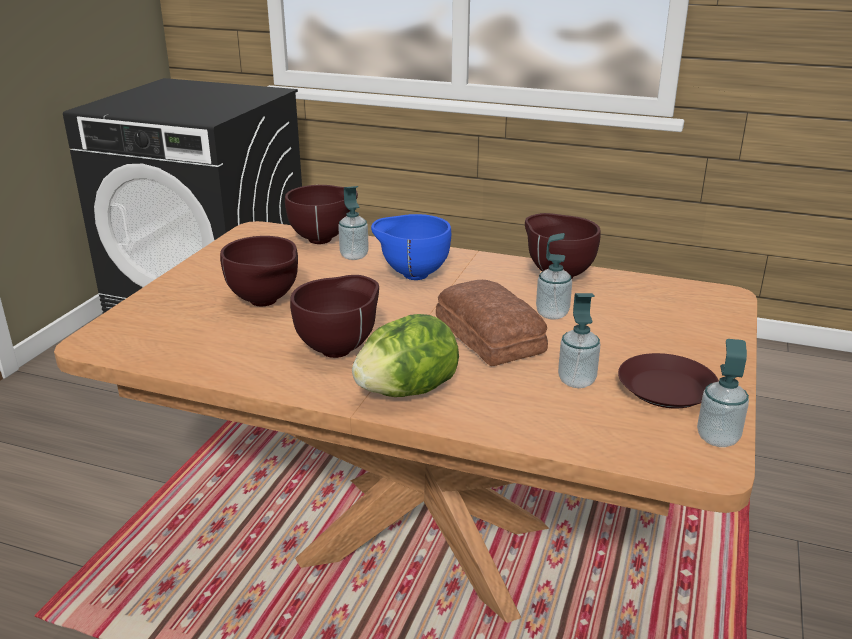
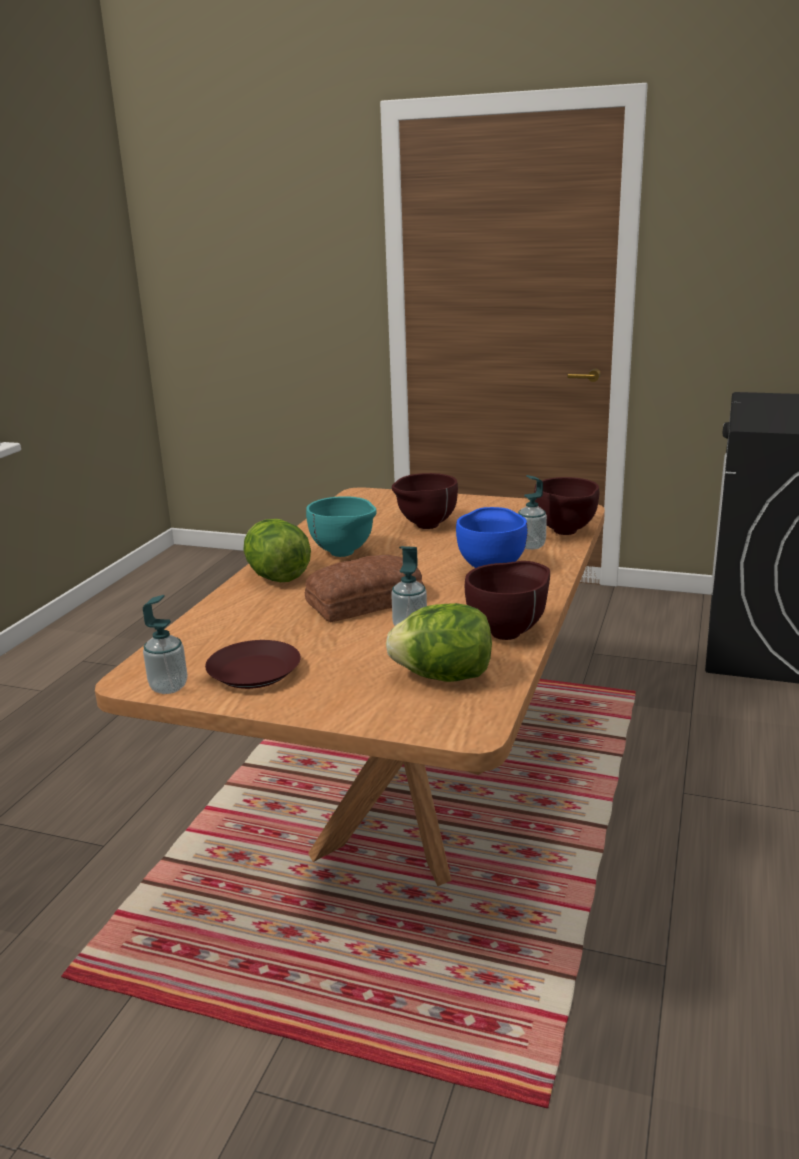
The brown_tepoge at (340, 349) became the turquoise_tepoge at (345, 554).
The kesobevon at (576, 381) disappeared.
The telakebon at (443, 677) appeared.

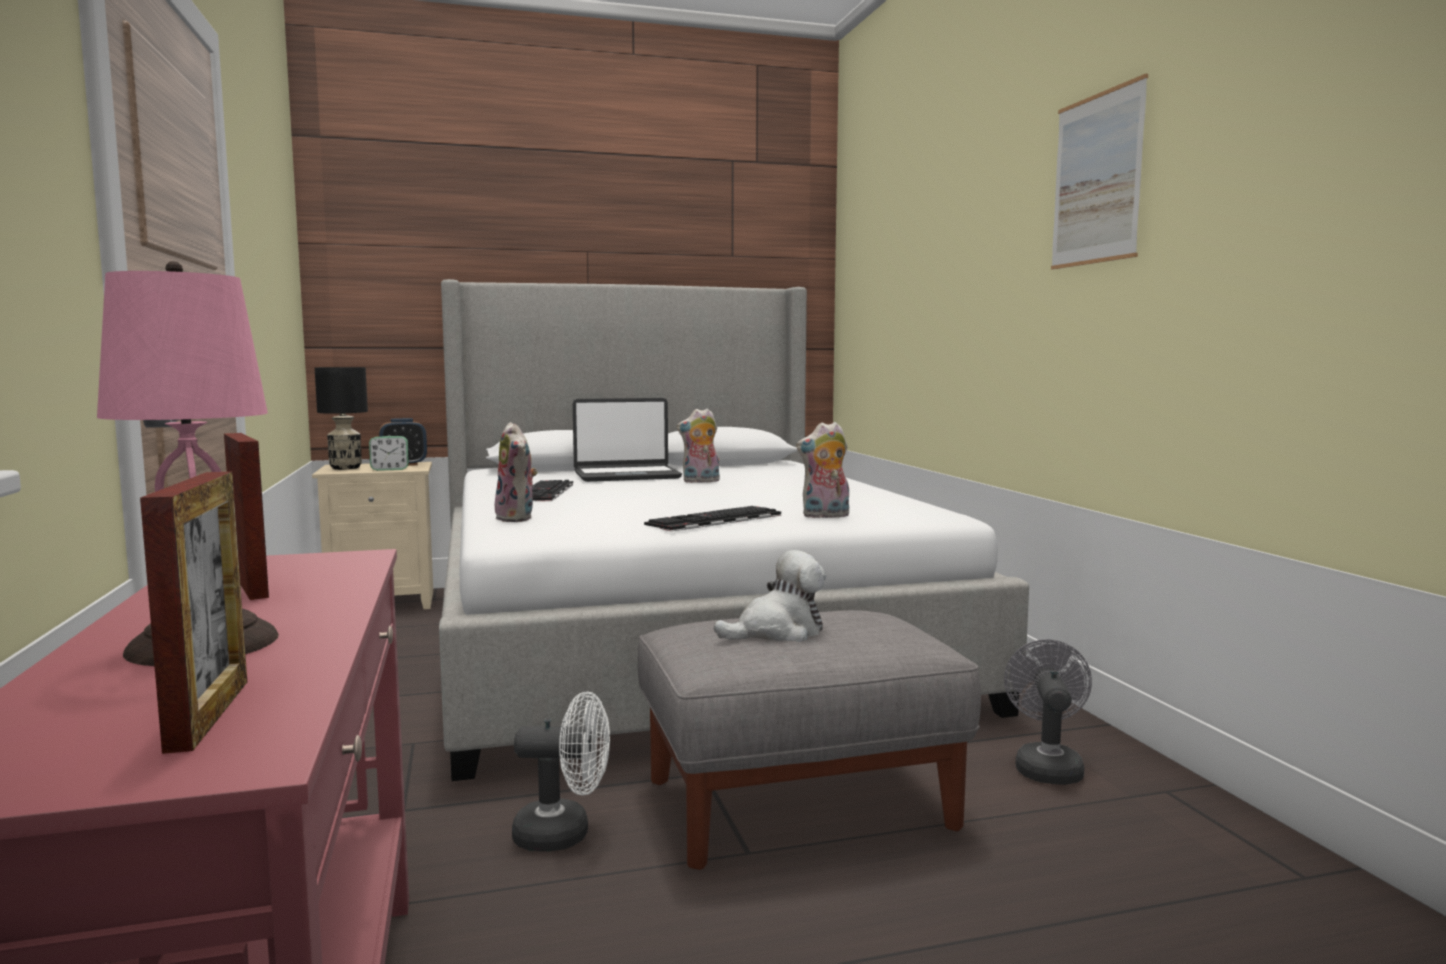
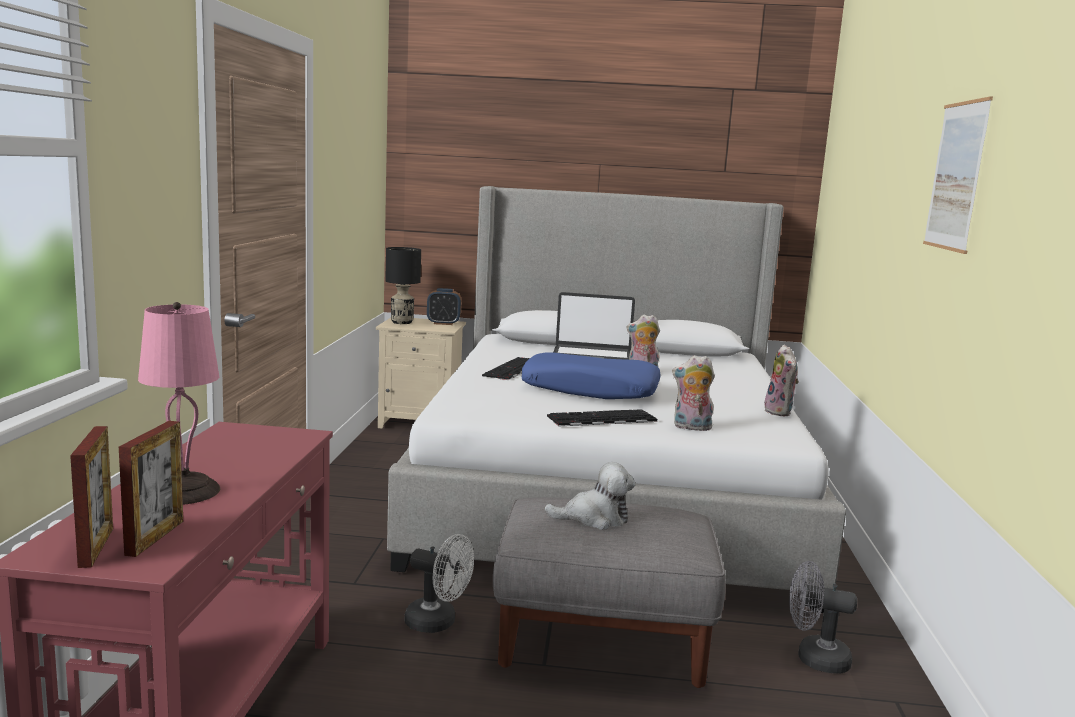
The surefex moved from (518, 518) to (780, 412).
The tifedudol moved from (250, 586) to (96, 547).
The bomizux at (390, 469) disappeared.
The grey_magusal at (1046, 766) turned 105 degrees counterclockwise.
The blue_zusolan at (590, 390) appeared.

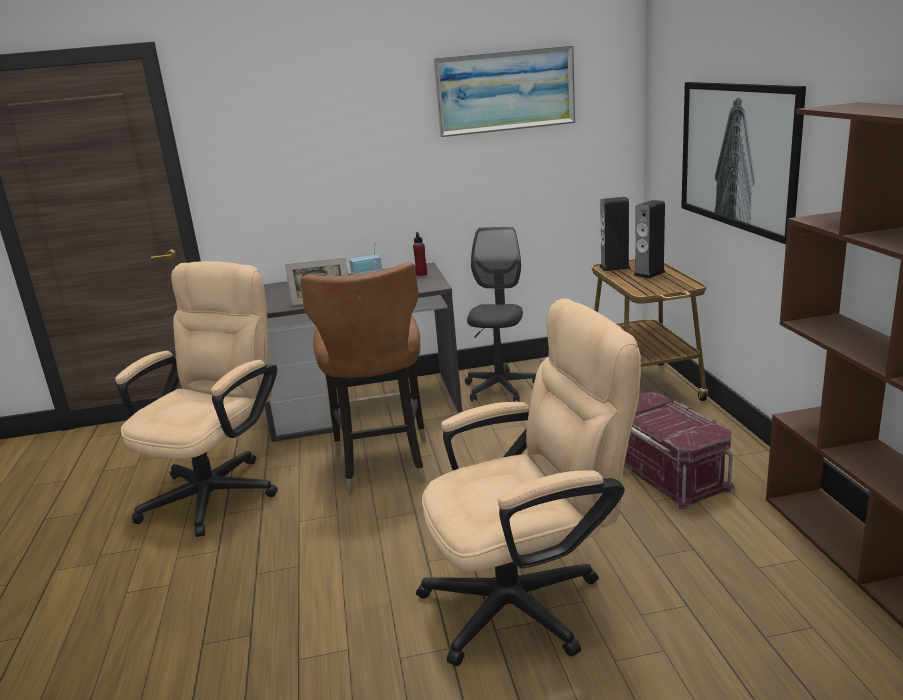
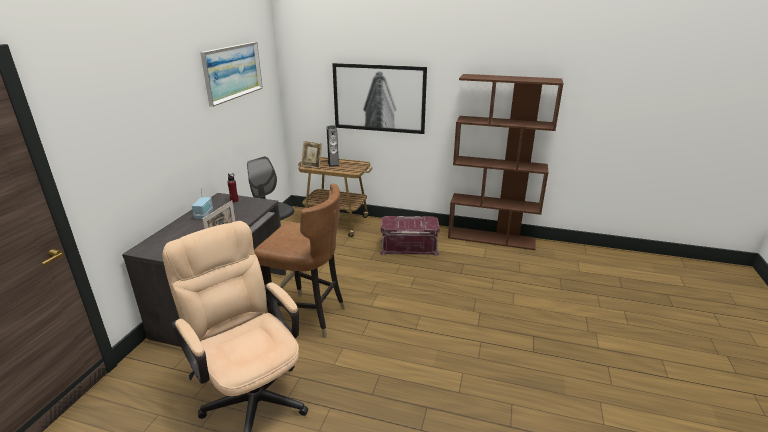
The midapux at (614, 267) was replaced by the tifedudol at (312, 165).
The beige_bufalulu at (528, 600) disappeared.

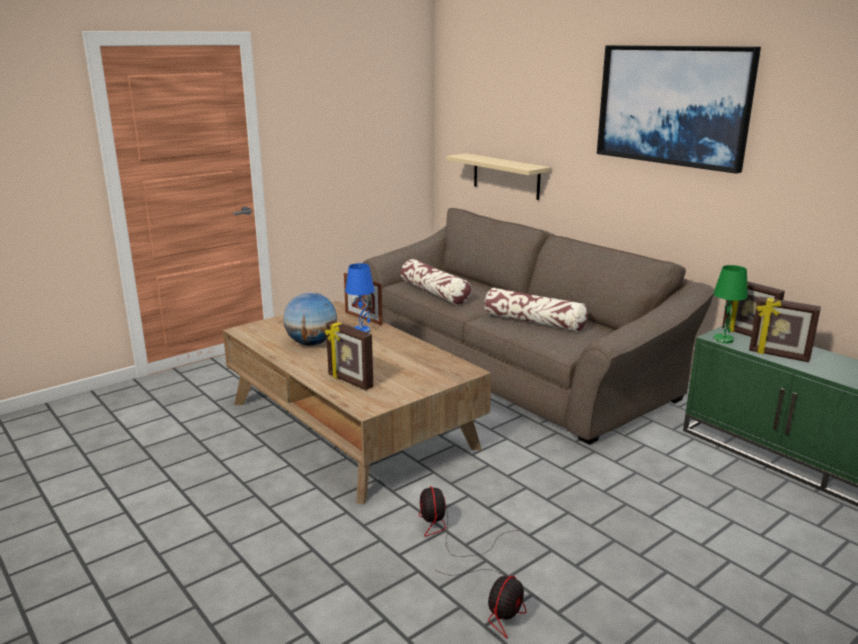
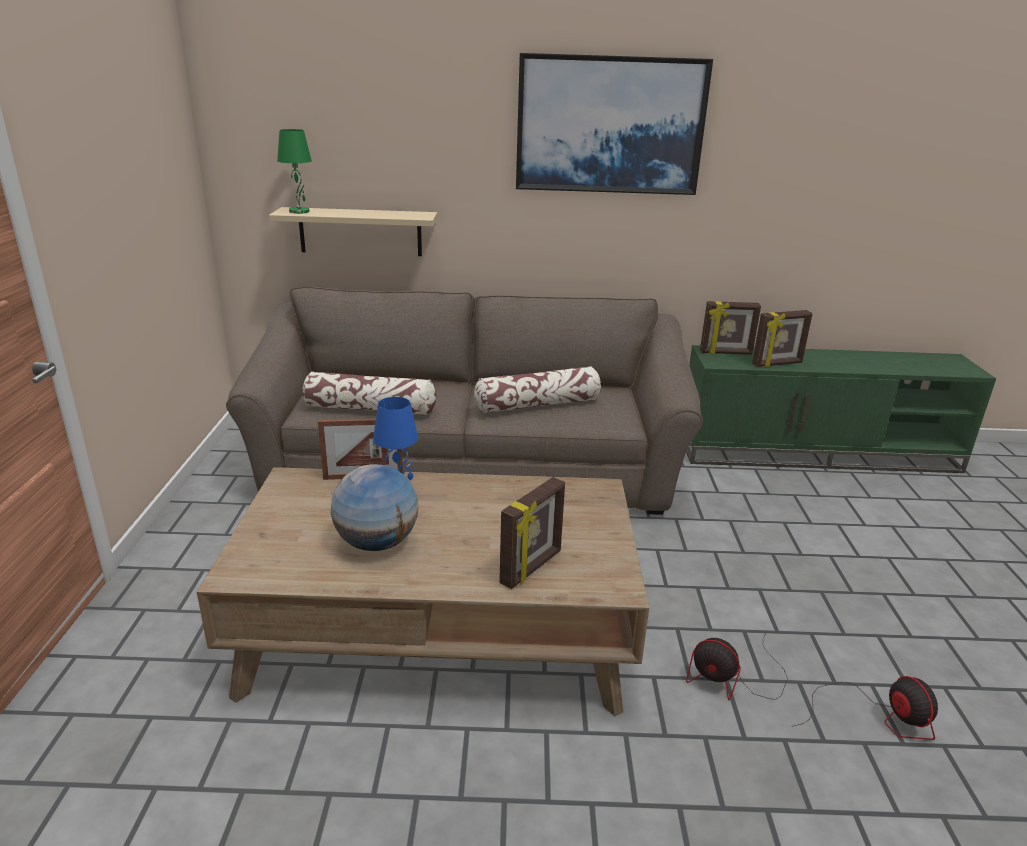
The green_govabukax moved from (724, 340) to (300, 211).
The tifedudol at (349, 381) turned 45 degrees counterclockwise.

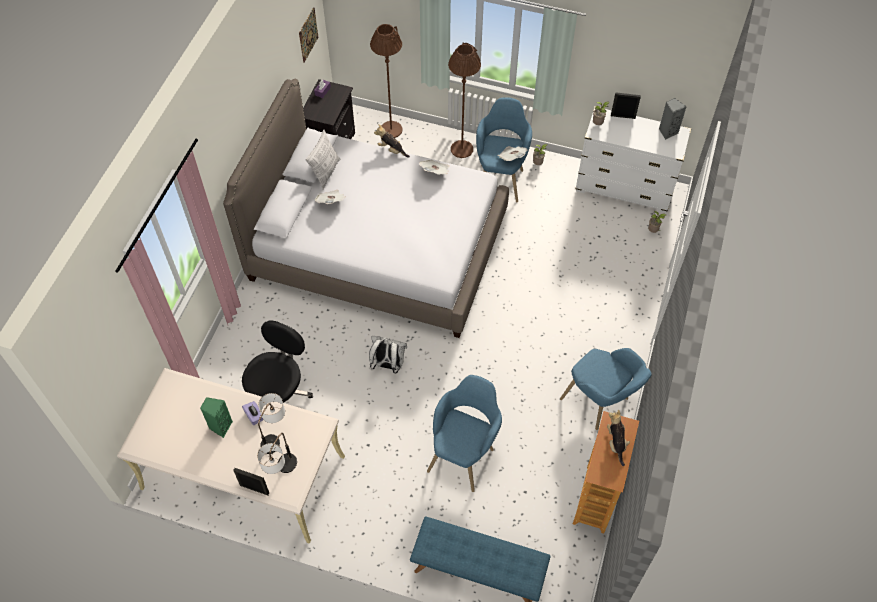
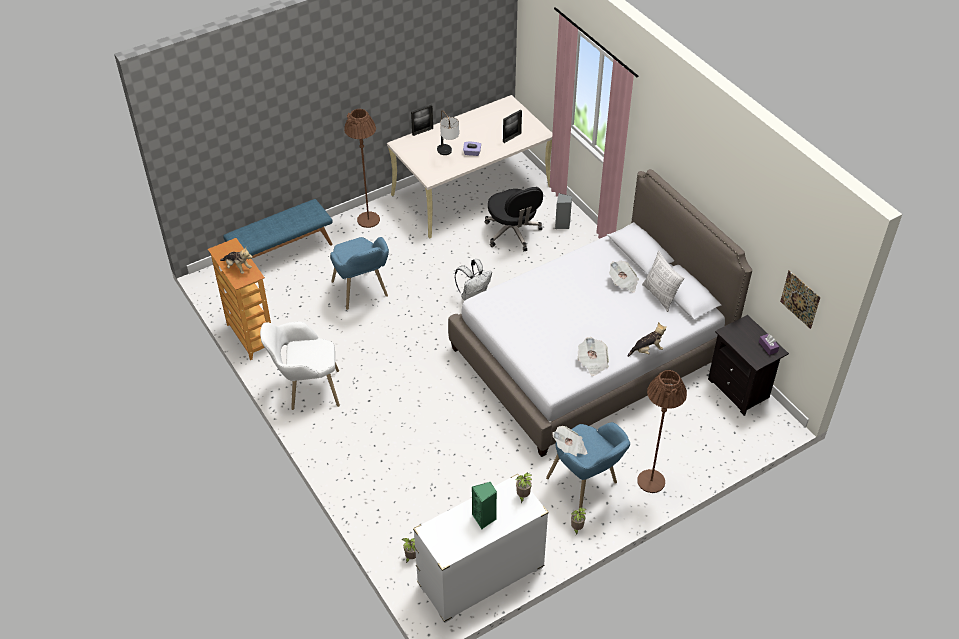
The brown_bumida moved from (391, 130) to (368, 220).
The tifedudol moved from (623, 116) to (512, 137).
The grey_midapux moved from (667, 132) to (562, 225).
The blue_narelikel at (600, 404) became the white_narelikel at (306, 390).
The green_midapux moved from (220, 426) to (484, 518).
The govabukax at (282, 472) disappeared.

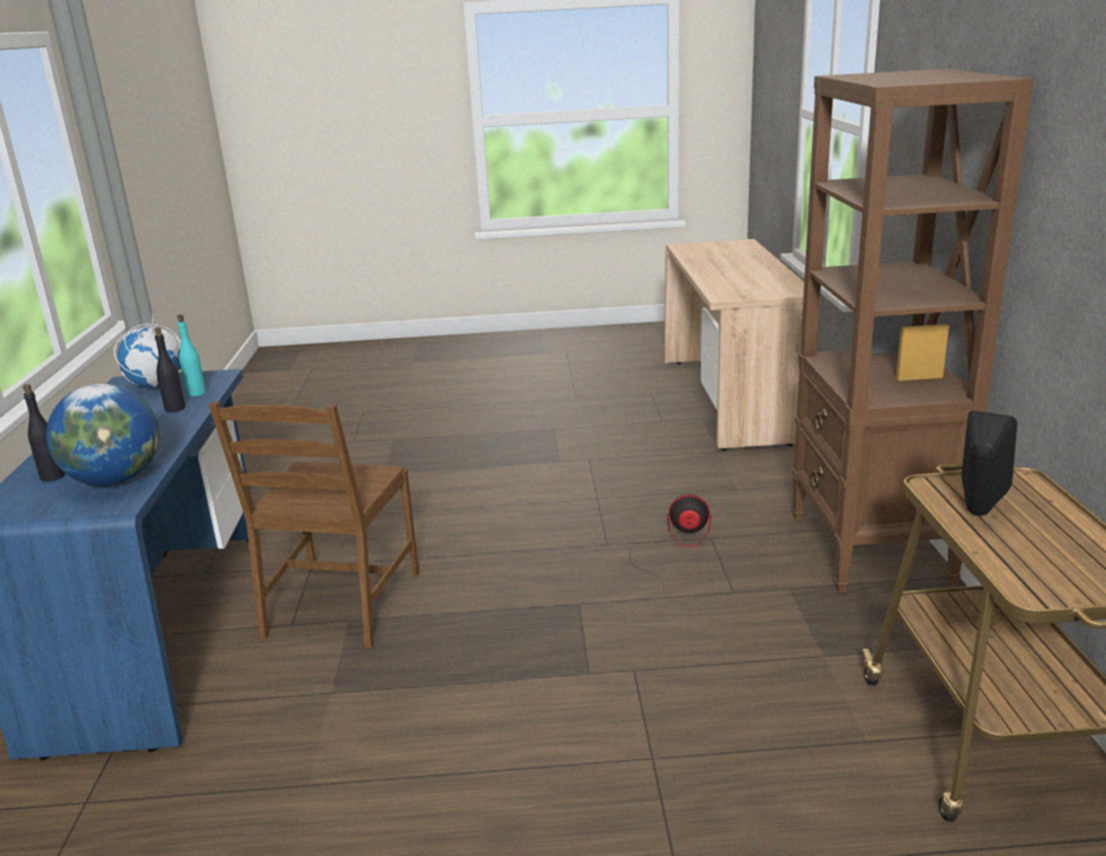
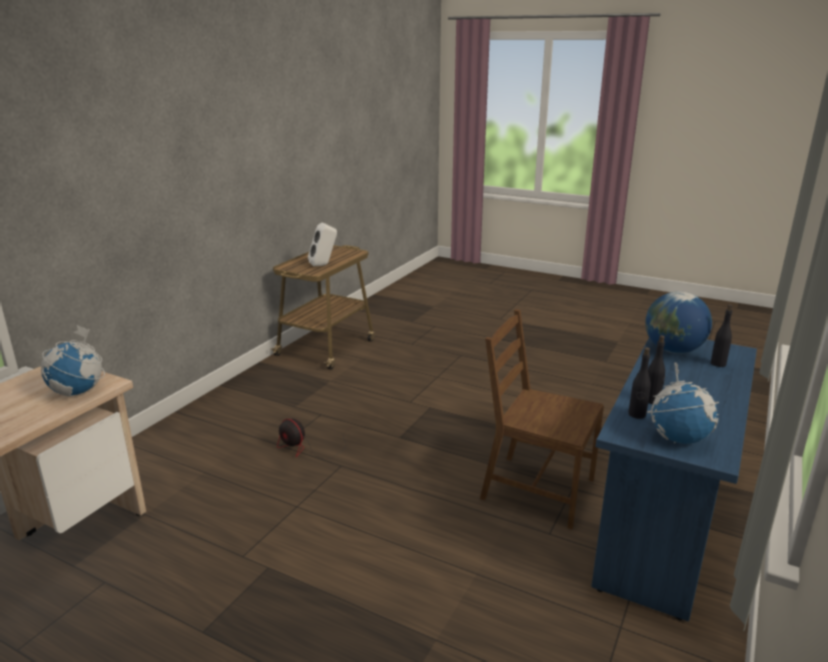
The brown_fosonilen at (870, 549) disappeared.
The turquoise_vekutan at (196, 393) became the black_vekutan at (637, 414).
The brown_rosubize at (341, 605) turned 105 degrees counterclockwise.
The black_midapux at (977, 514) became the white_midapux at (324, 265).
The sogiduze at (78, 392) appeared.

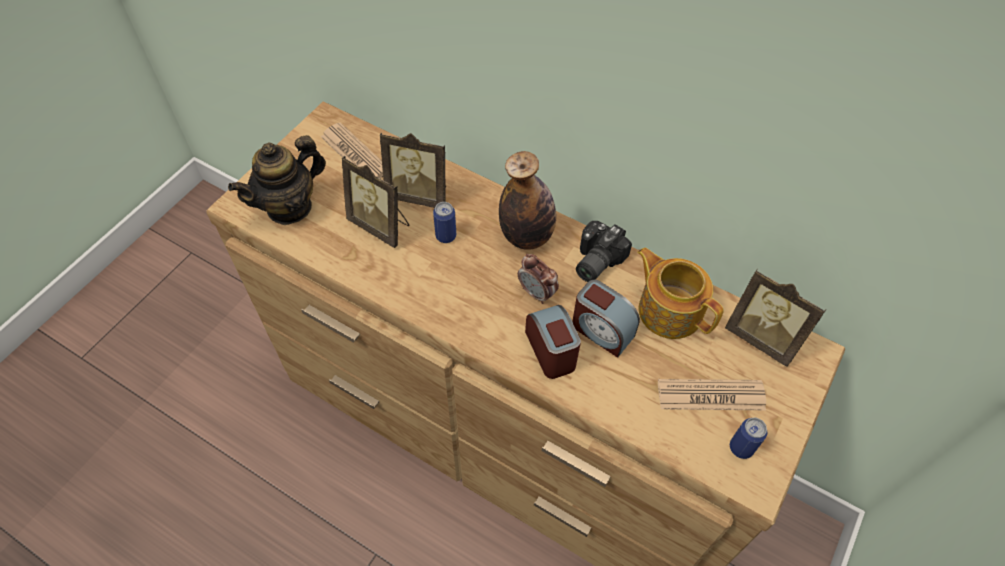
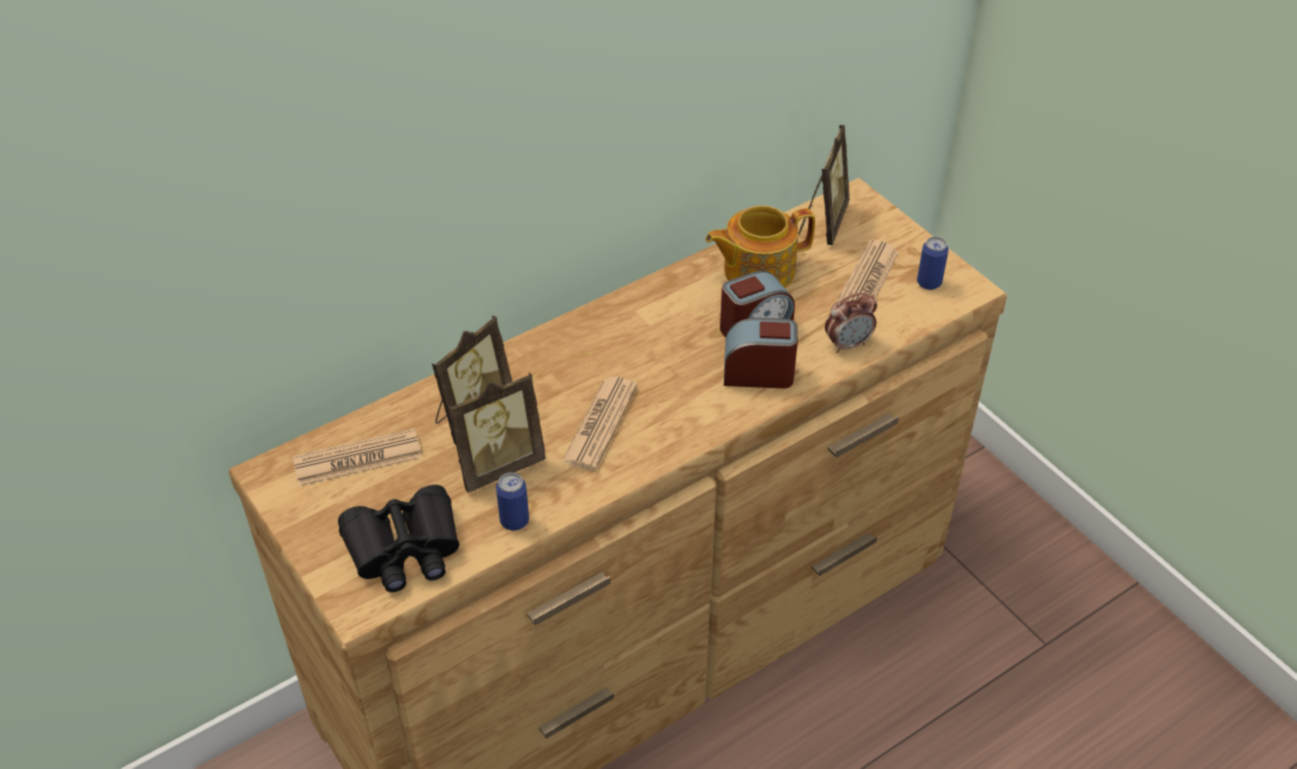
The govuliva at (289, 207) was replaced by the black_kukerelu at (404, 549).
The vekutan at (526, 236) disappeared.
The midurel moved from (446, 236) to (514, 521).
The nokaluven at (594, 260) disappeared.
The bomizux moved from (537, 293) to (848, 344).
The tifedudol at (762, 337) turned 45 degrees counterclockwise.
The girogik at (600, 424) appeared.

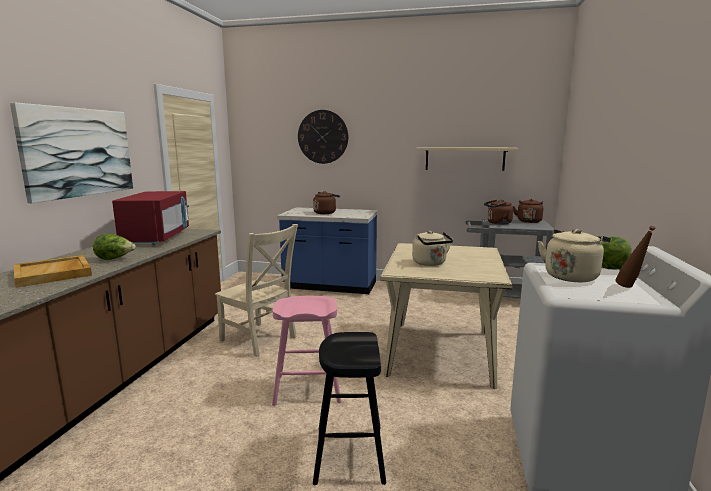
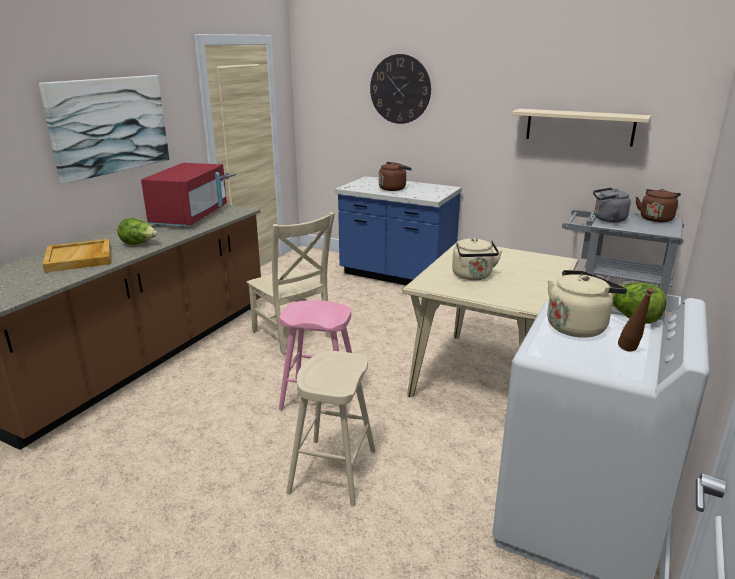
The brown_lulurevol at (497, 223) became the grey_lulurevol at (607, 219).
The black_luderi at (349, 454) became the beige_luderi at (333, 471).

